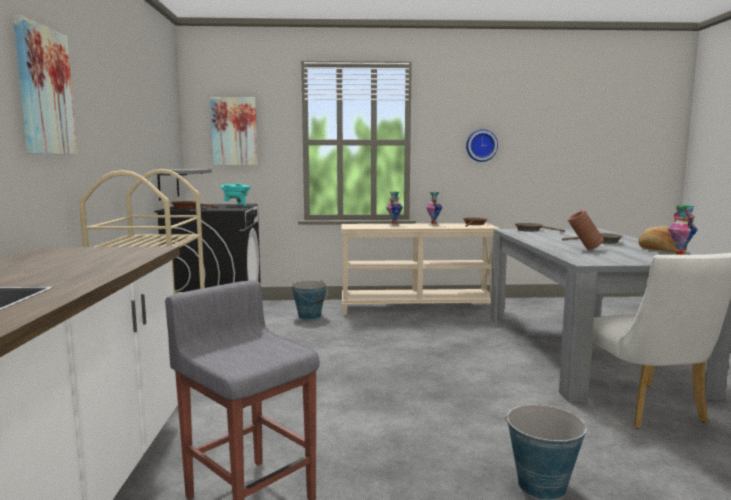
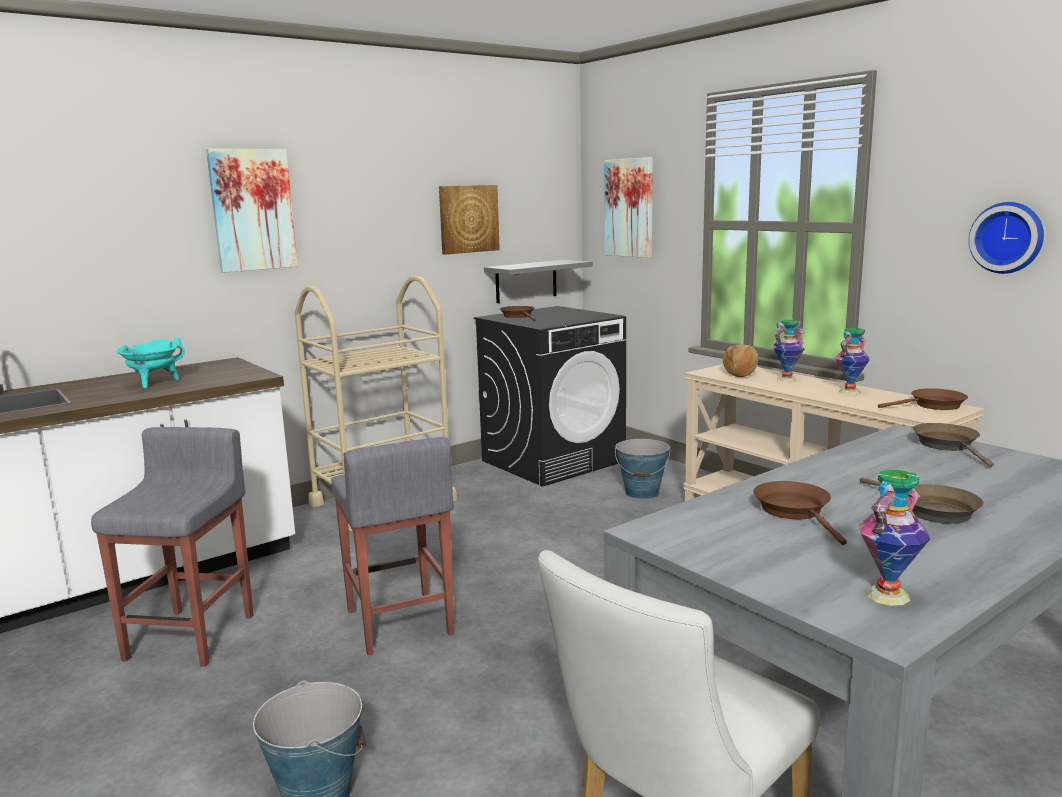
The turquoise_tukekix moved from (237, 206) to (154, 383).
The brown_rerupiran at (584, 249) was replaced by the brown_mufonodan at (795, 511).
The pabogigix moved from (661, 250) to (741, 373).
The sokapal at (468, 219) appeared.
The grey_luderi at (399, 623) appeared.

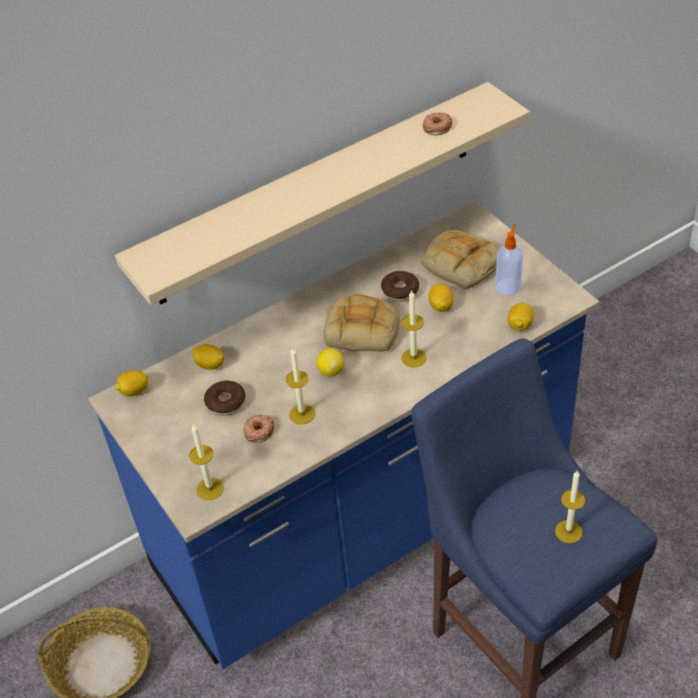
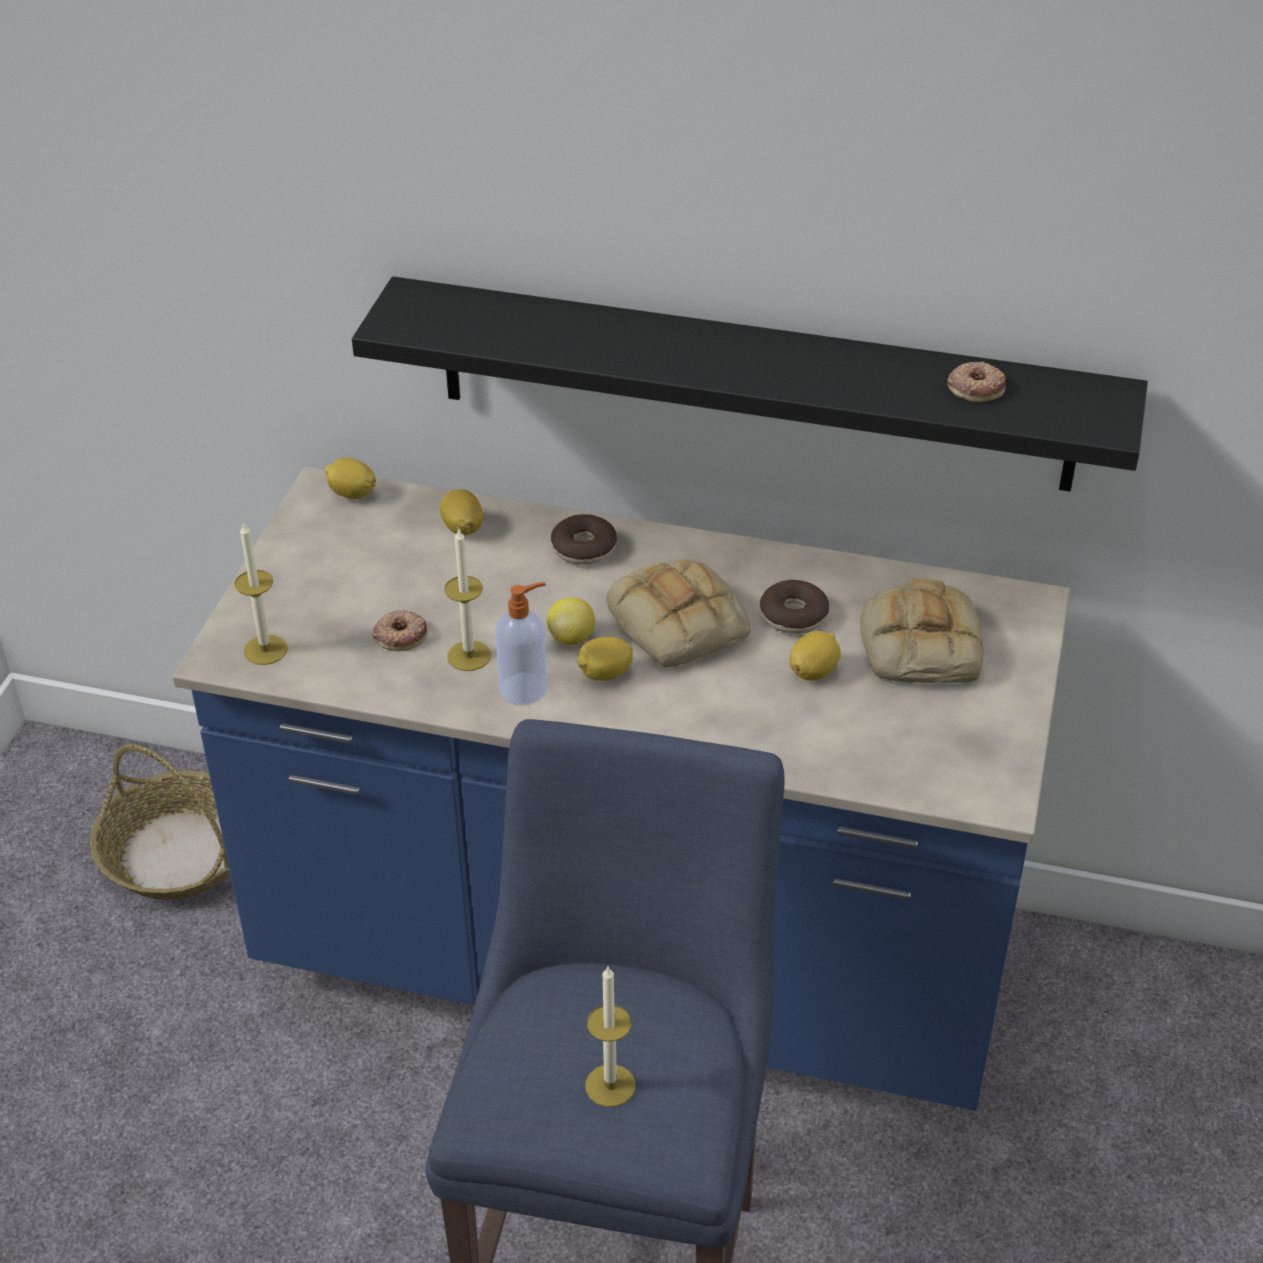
The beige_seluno at (317, 194) became the black_seluno at (753, 384).
The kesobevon moved from (508, 286) to (525, 688).
The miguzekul at (413, 358) disappeared.
The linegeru moved from (520, 325) to (604, 674).
The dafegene moved from (225, 402) to (584, 548).

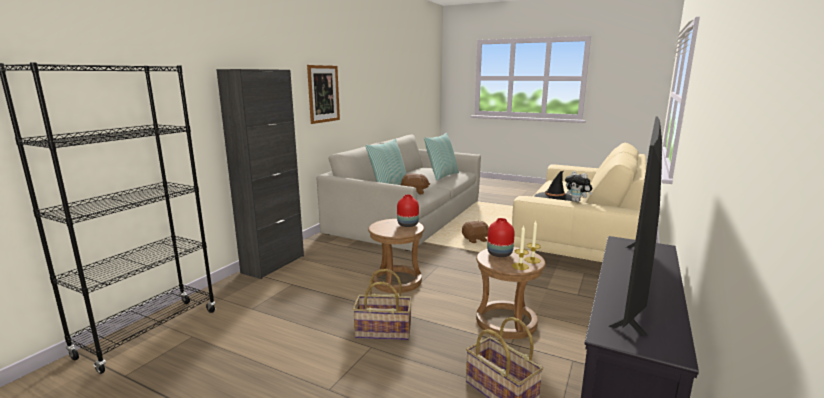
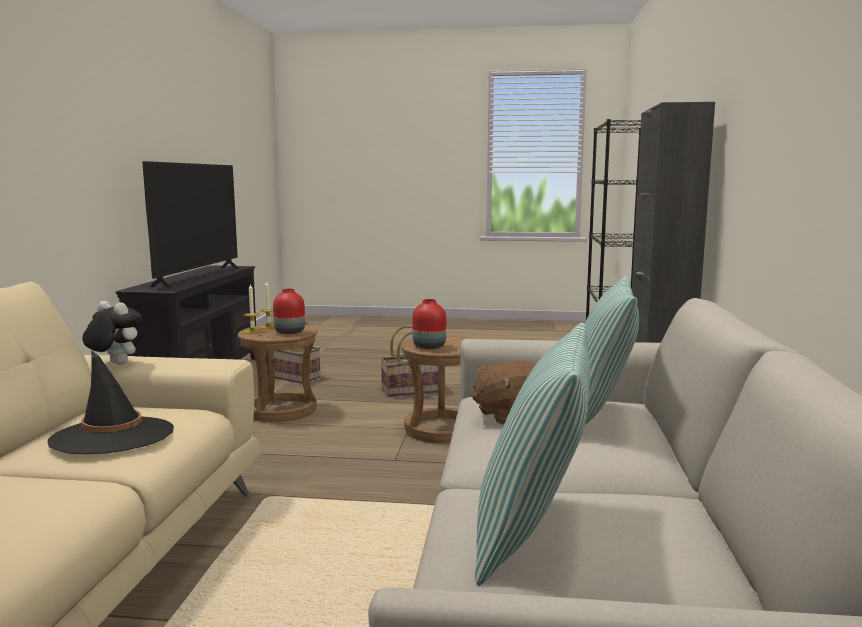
The sokapal at (323, 94) disappeared.
The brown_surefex at (475, 240) disappeared.

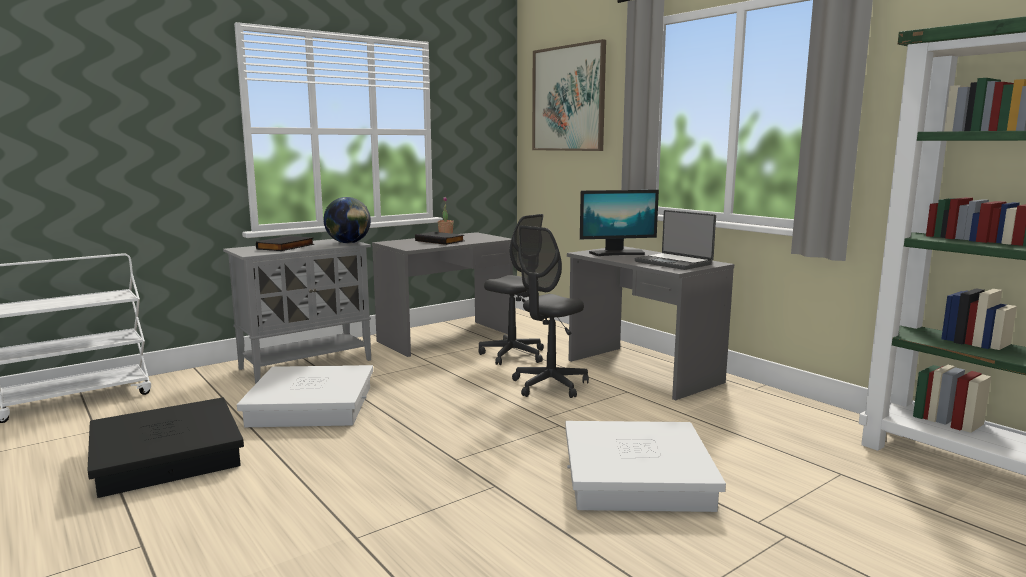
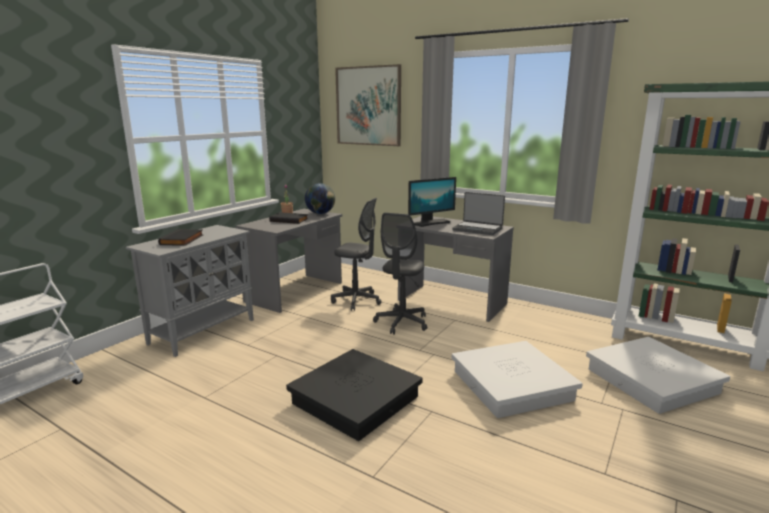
The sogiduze moved from (348, 243) to (320, 213).
The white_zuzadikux moved from (311, 406) to (652, 381).
The black_zuzadikux moved from (168, 456) to (356, 399).

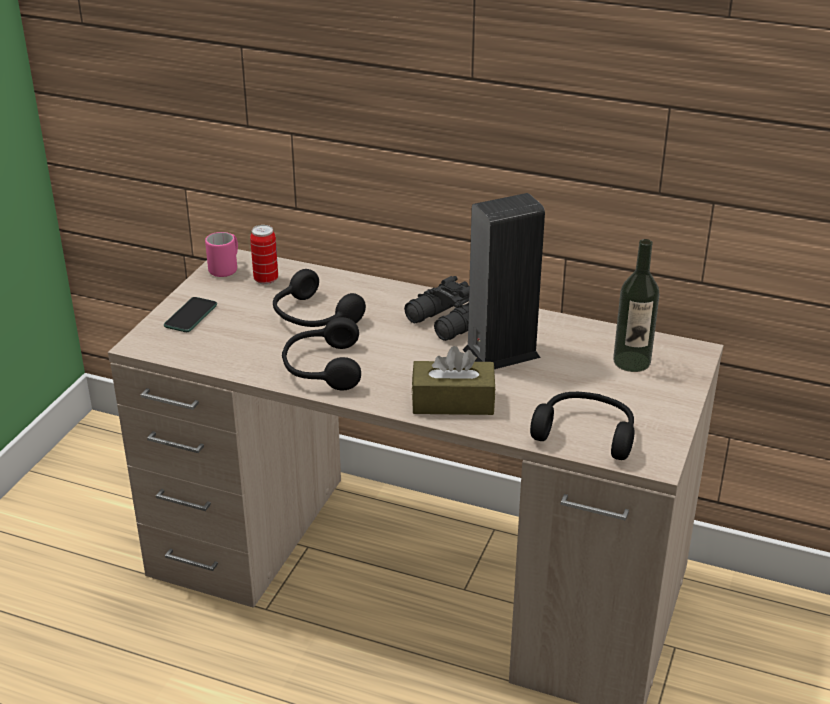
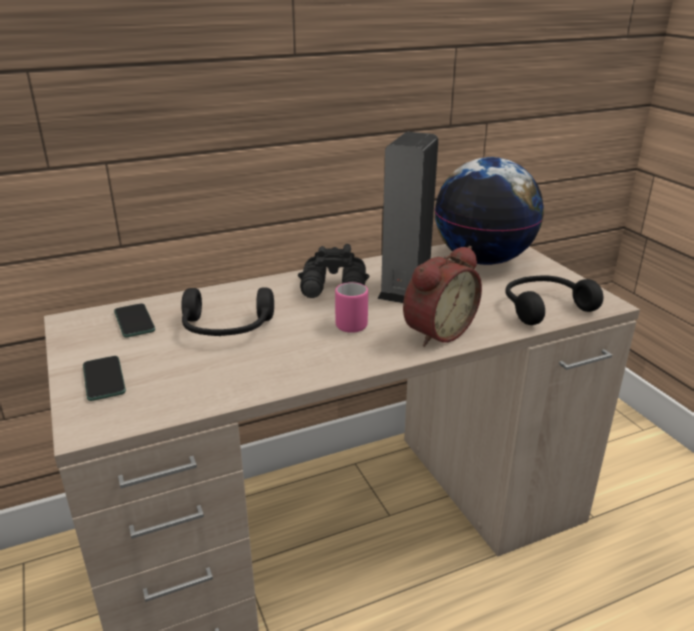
The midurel at (266, 279) was replaced by the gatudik at (134, 321).
The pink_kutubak moved from (226, 268) to (349, 323).
The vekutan at (631, 361) was replaced by the sogiduze at (483, 260).
The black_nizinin at (321, 368) disappeared.
The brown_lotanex at (453, 402) was replaced by the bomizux at (436, 331).

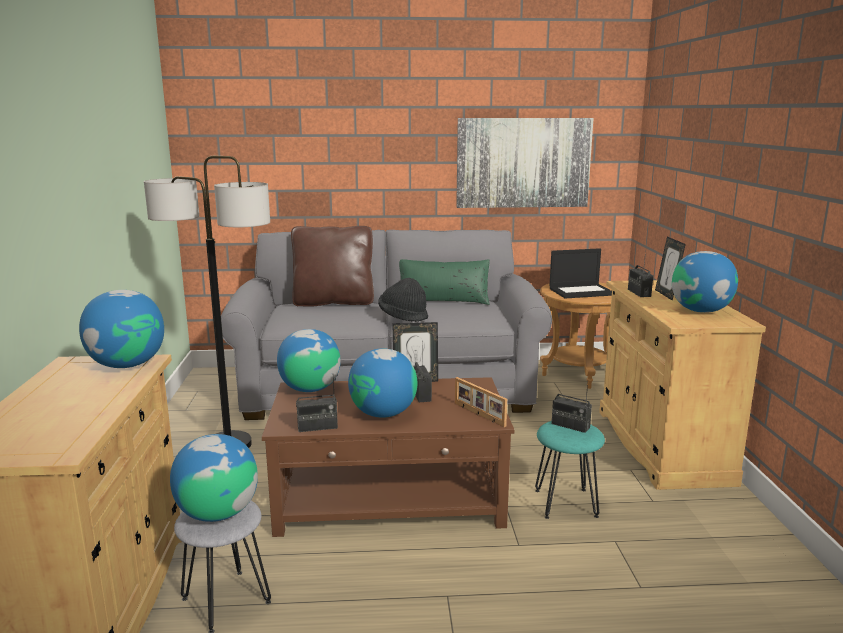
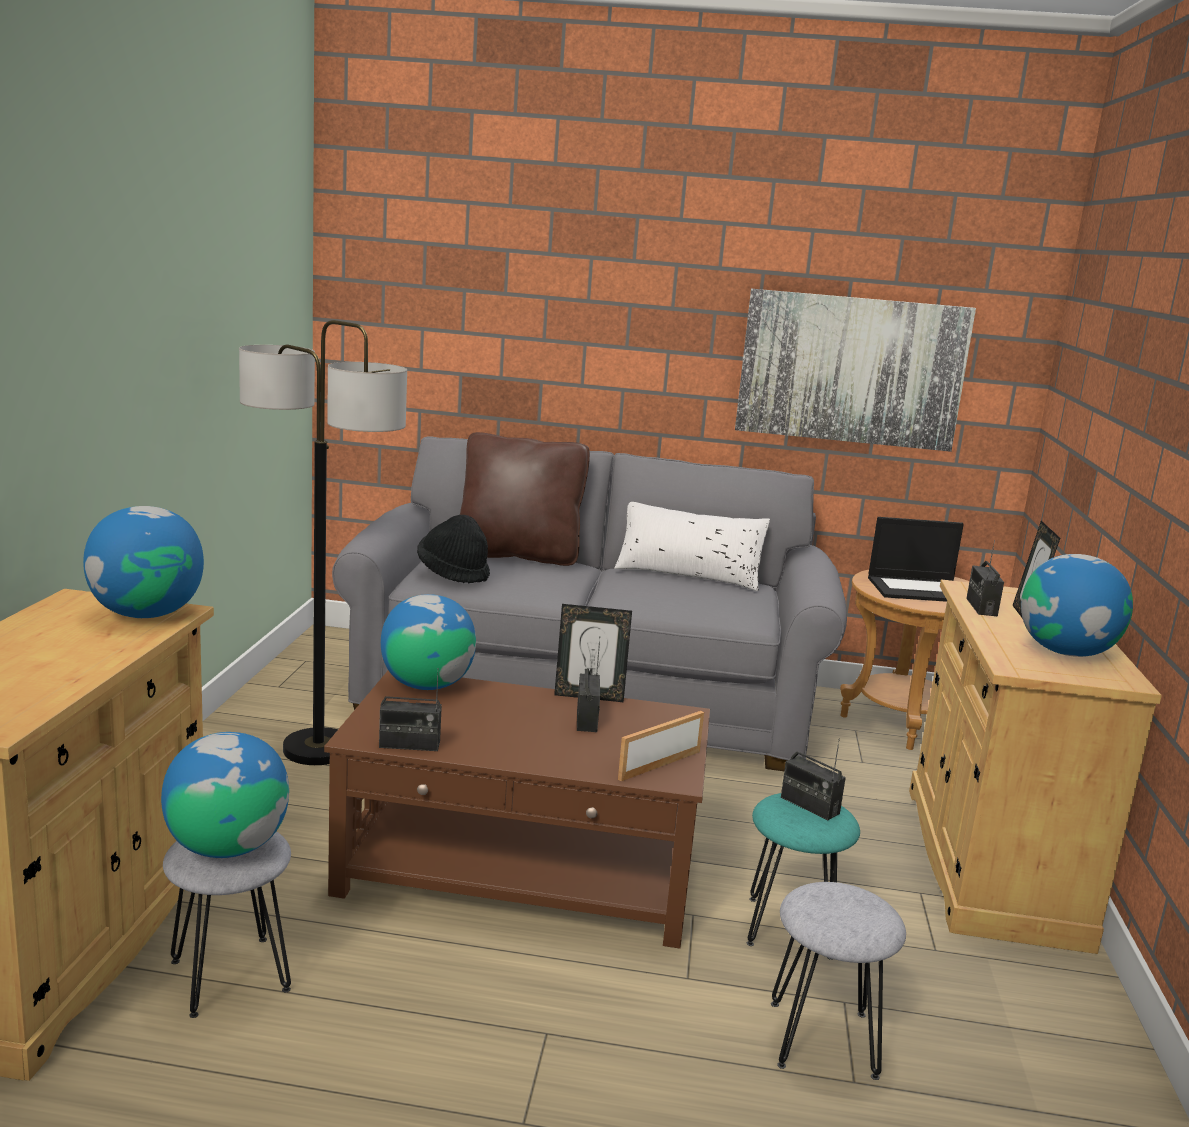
The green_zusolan at (443, 300) became the white_zusolan at (688, 575).
The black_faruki moved from (403, 316) to (453, 573).
The sogiduze at (383, 413) disappeared.
The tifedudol at (478, 414) turned 75 degrees clockwise.
The grey_luderi at (823, 1040) appeared.

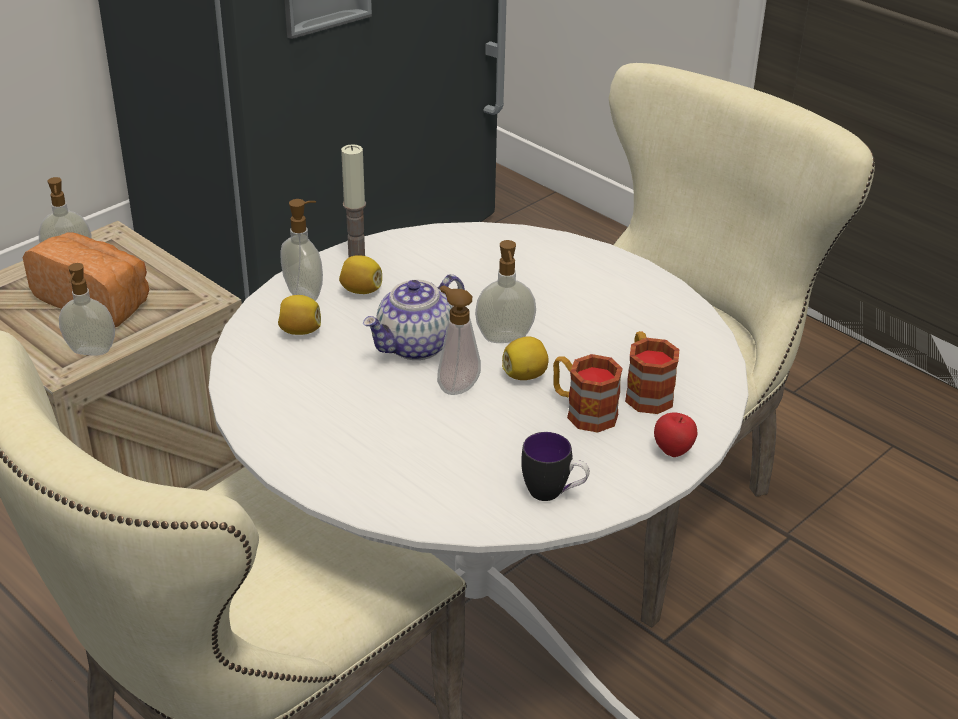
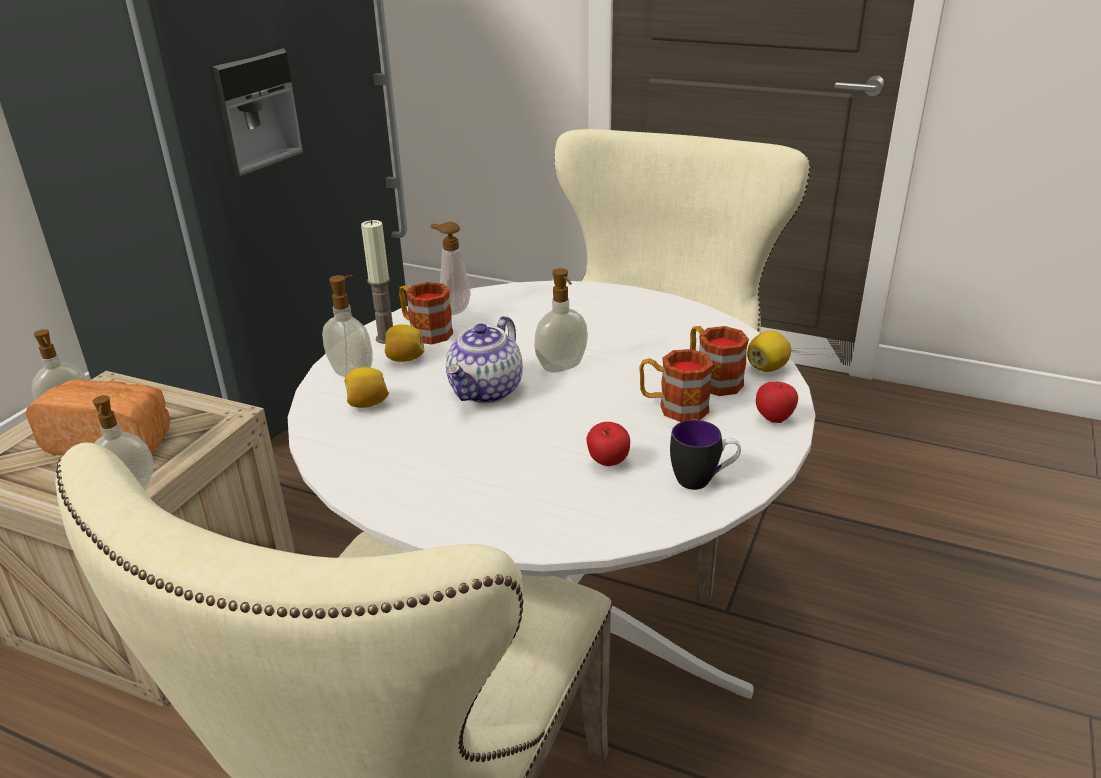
The kesobevon moved from (456, 386) to (453, 310).
The linegeru moved from (525, 375) to (767, 368).
The kutubak at (425, 331) appeared.
The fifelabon at (607, 464) appeared.

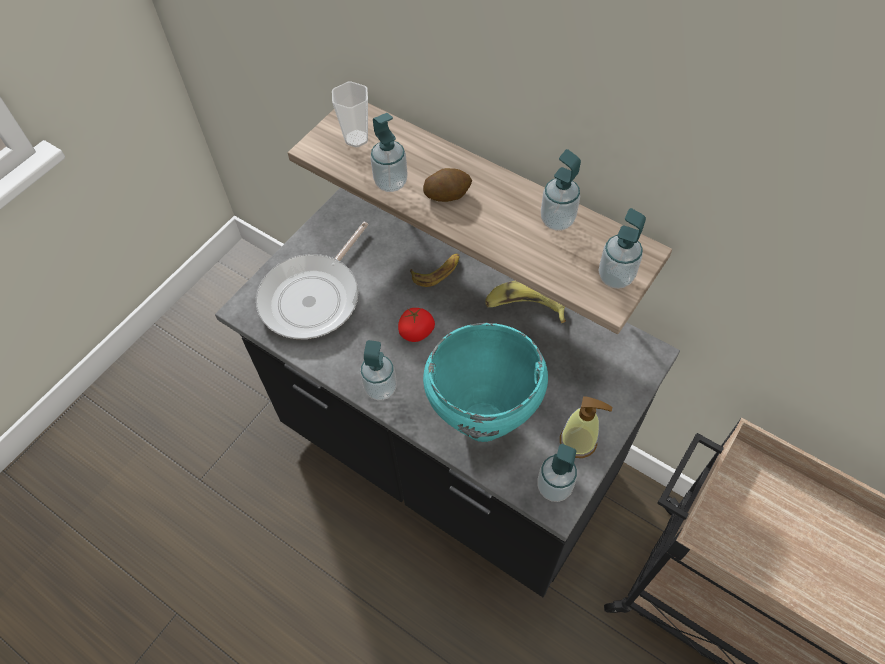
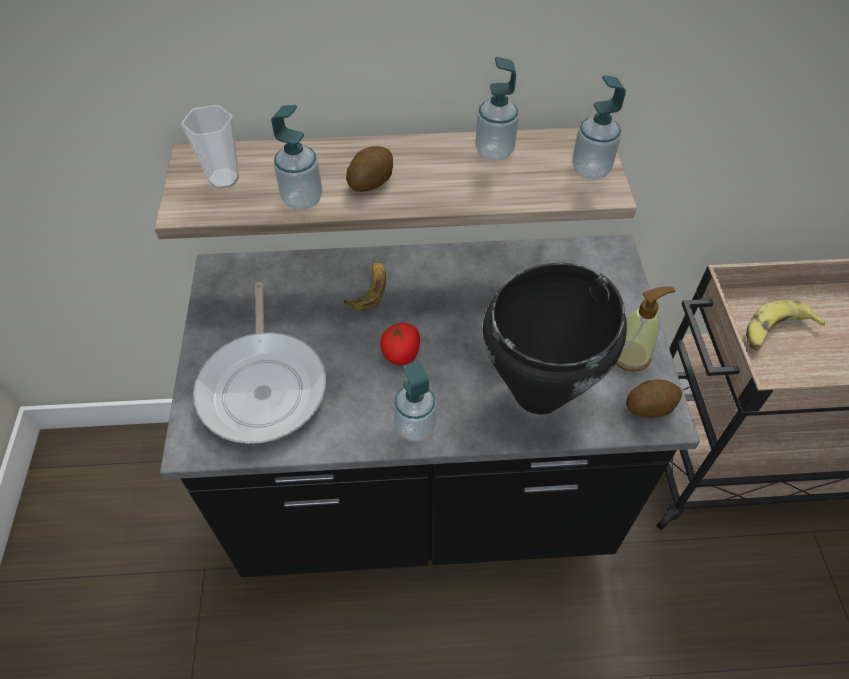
The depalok moved from (524, 306) to (775, 332).
The turquoise_tukekix at (484, 423) became the black_tukekix at (540, 393).
The kesobevon at (554, 487) was replaced by the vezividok at (649, 406).

